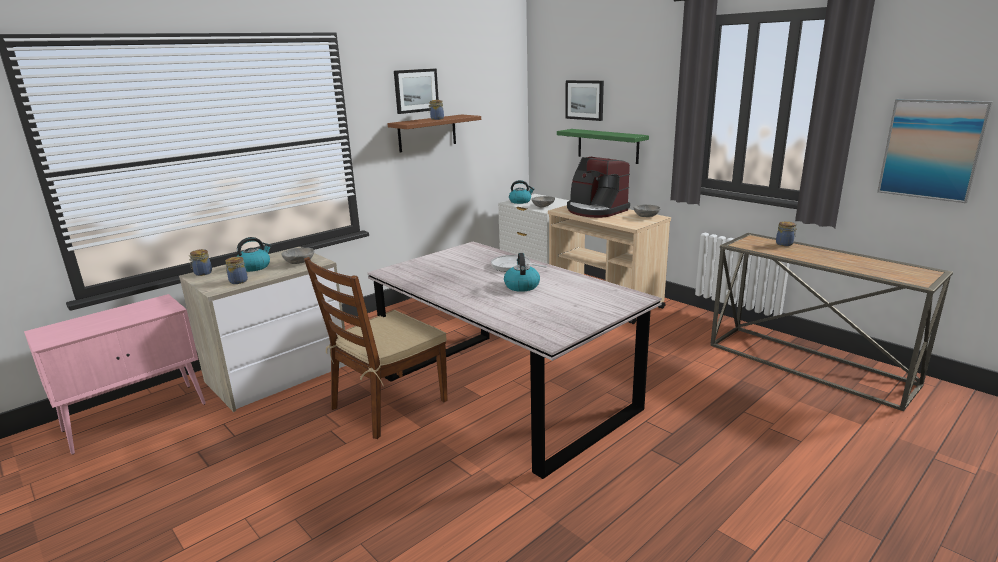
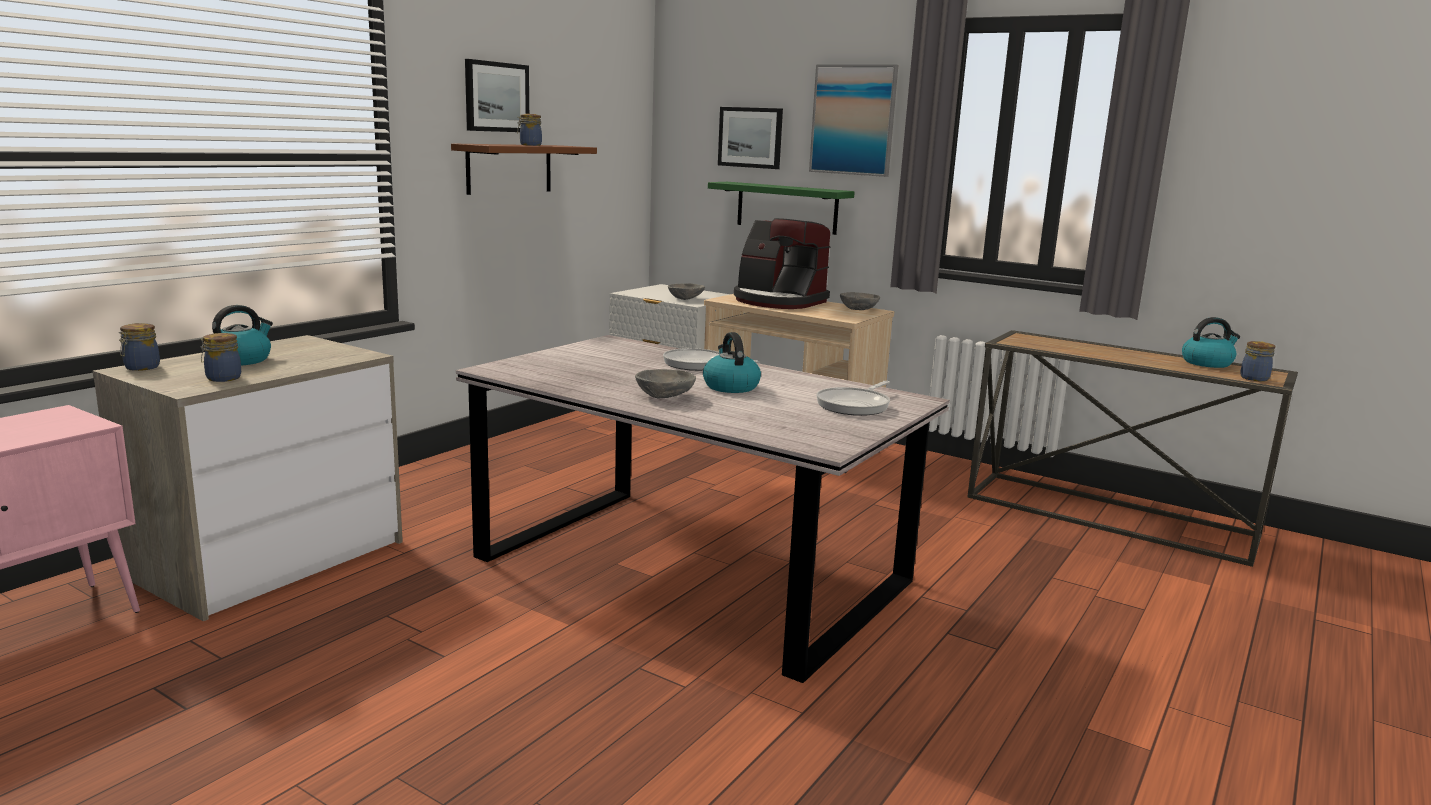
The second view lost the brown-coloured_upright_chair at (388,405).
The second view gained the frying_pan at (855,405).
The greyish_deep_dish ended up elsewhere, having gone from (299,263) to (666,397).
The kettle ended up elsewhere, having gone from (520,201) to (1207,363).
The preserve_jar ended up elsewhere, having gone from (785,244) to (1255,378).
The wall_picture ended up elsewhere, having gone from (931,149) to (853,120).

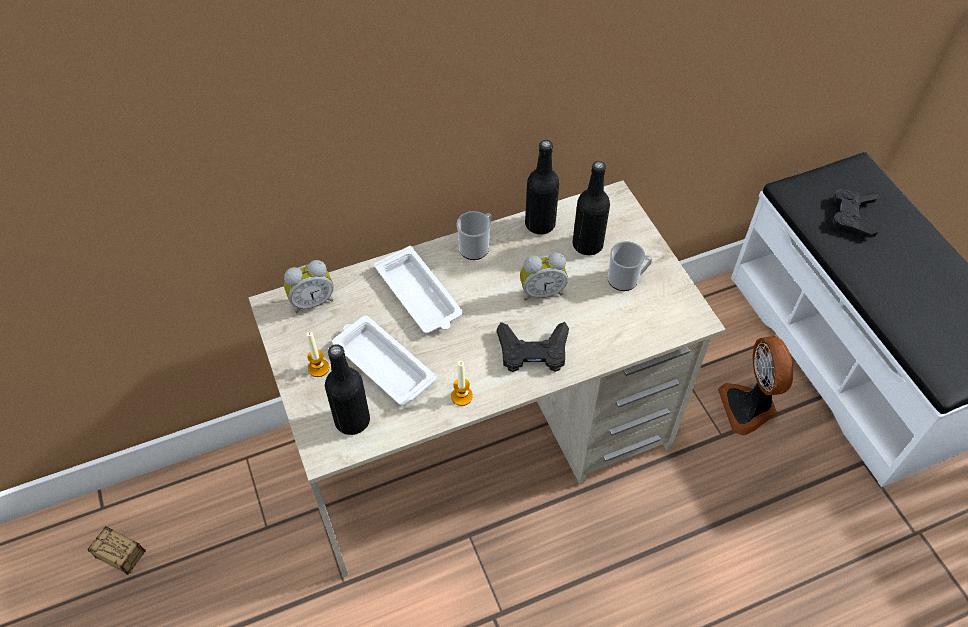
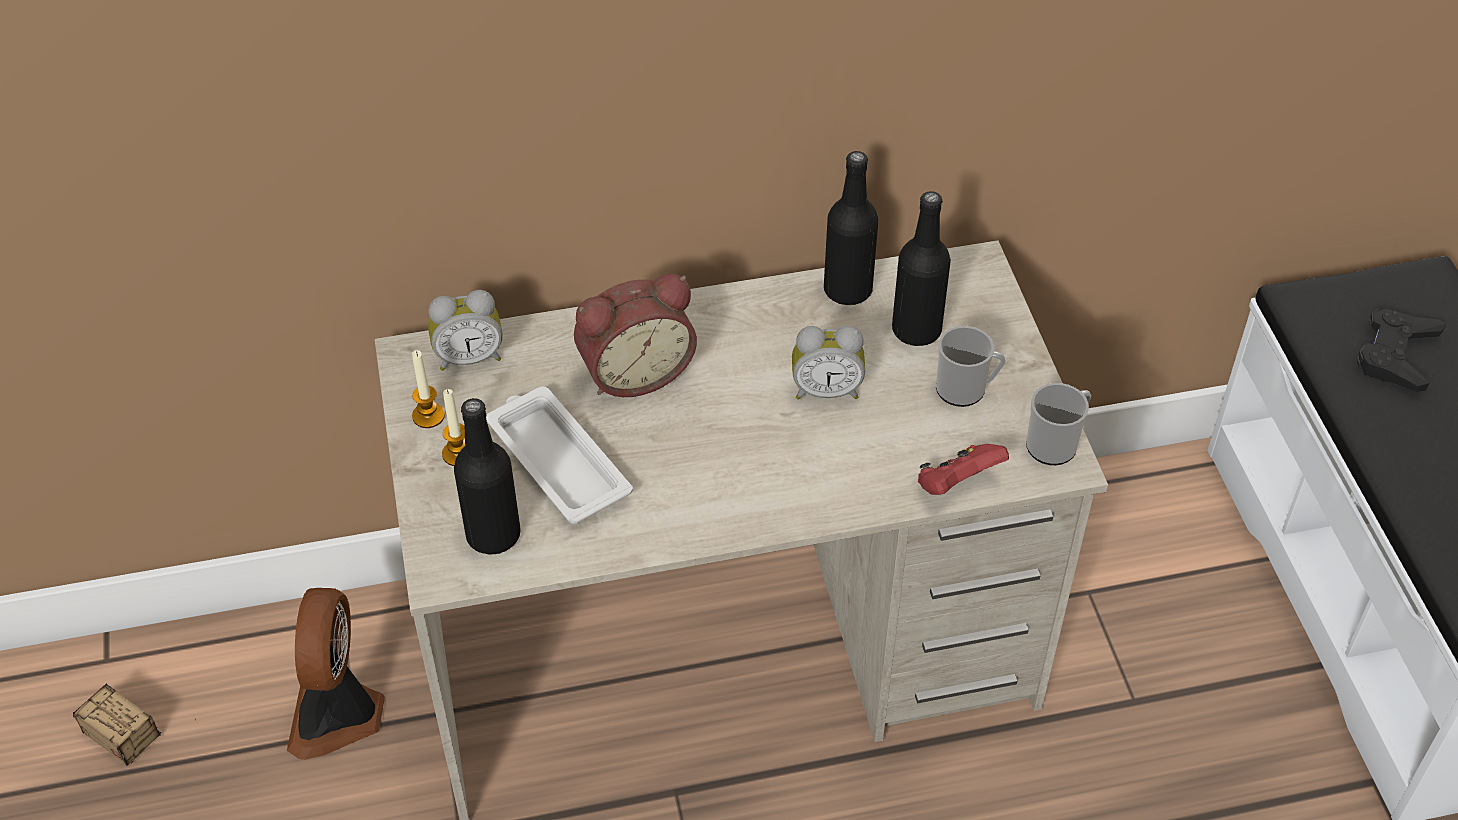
The second view lost the black_joypad at (533,351).
The second view gained the red-coloured_joypad at (957,484).
The wax_candle ended up elsewhere, having gone from (462,396) to (428,416).
The coffee_mug ended up elsewhere, having gone from (476,246) to (1056,443).
The cooling_fan ended up elsewhere, having gone from (749,407) to (339,714).
Where the white-coloured_tray stood at (419,296), the alarm_clock came to stand at (634,371).

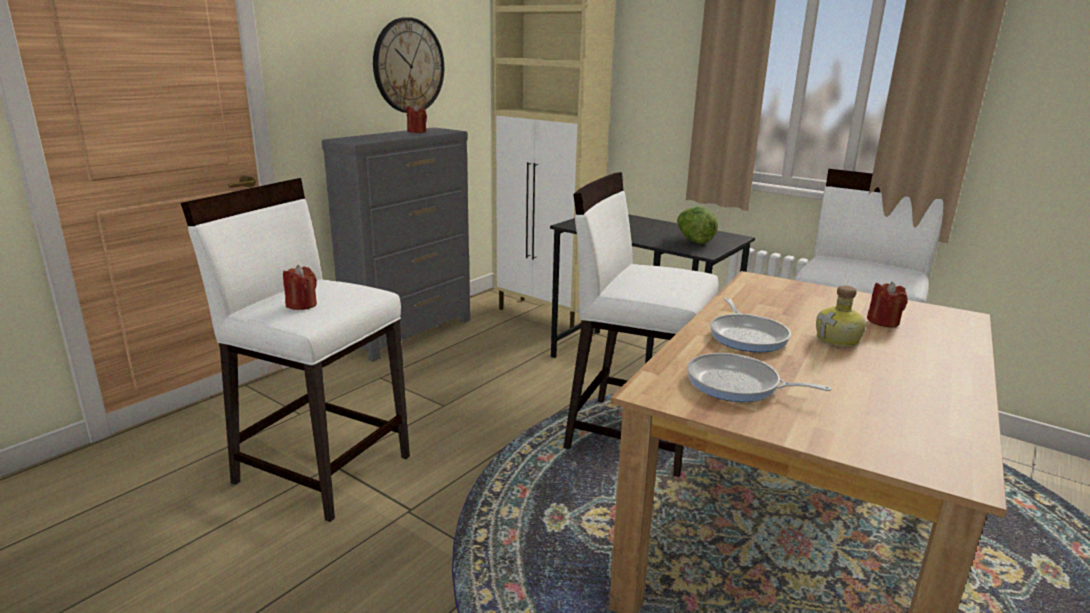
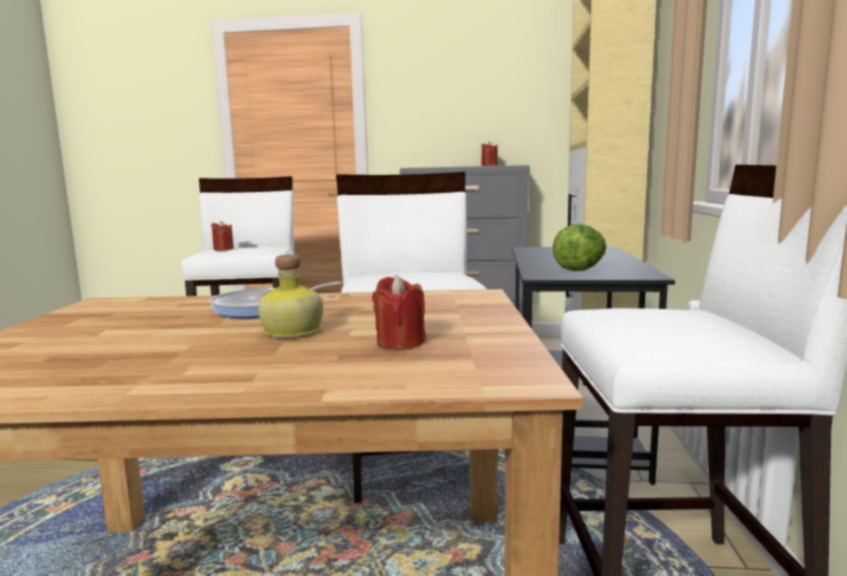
The second view lost the clock_on_the_wall at (408,66).
The second view lost the frying_pan at (737,385).

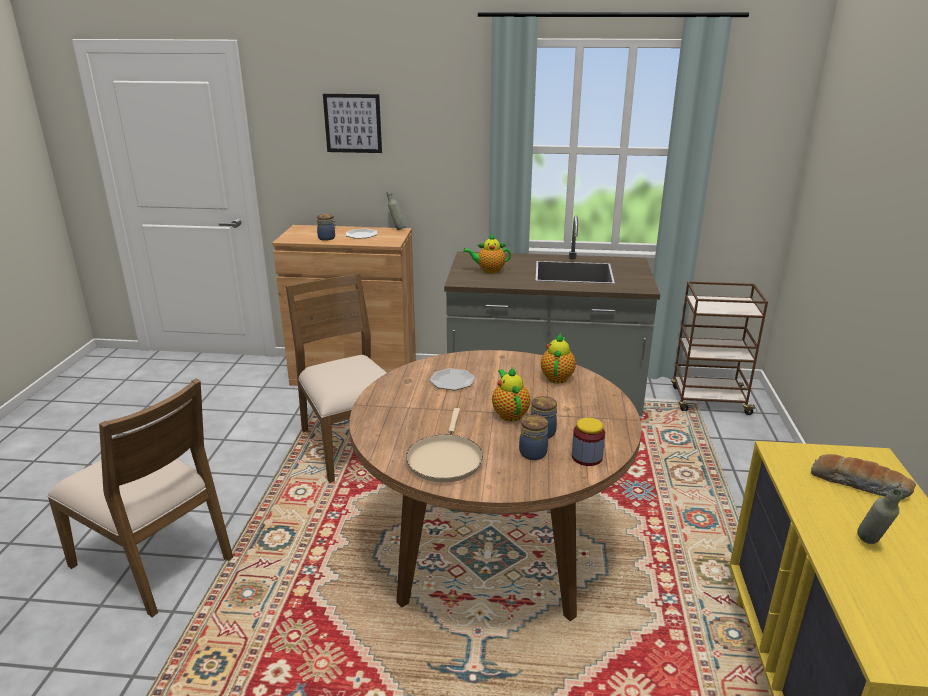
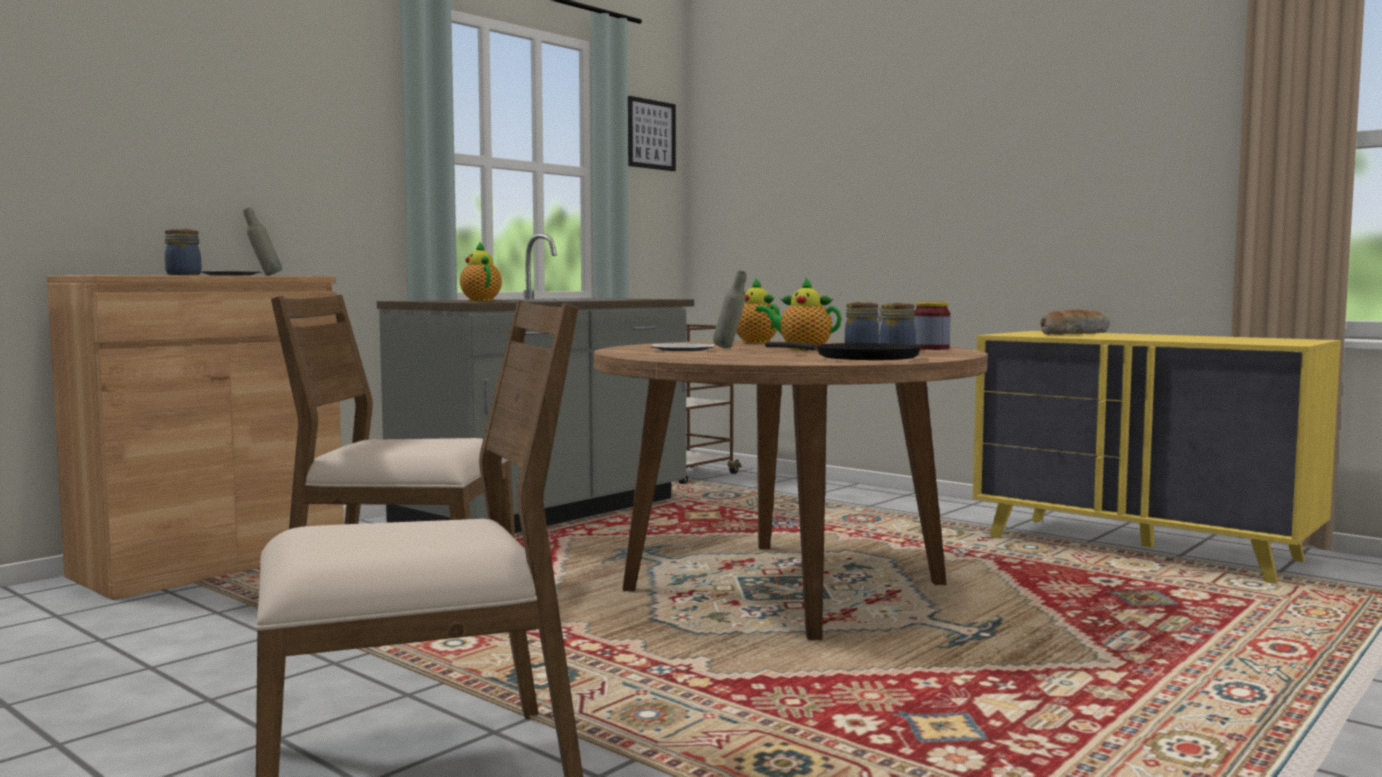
The wall_picture ended up elsewhere, having gone from (353,123) to (651,134).
The greyish_drink_bottle ended up elsewhere, having gone from (870,545) to (730,348).
What was the beige-coloured_frying_pan at (445,459) turned into the black_frying_pan at (860,358).
The tea_pot at (489,270) ended up facing another way, 120 degrees clockwise from before.

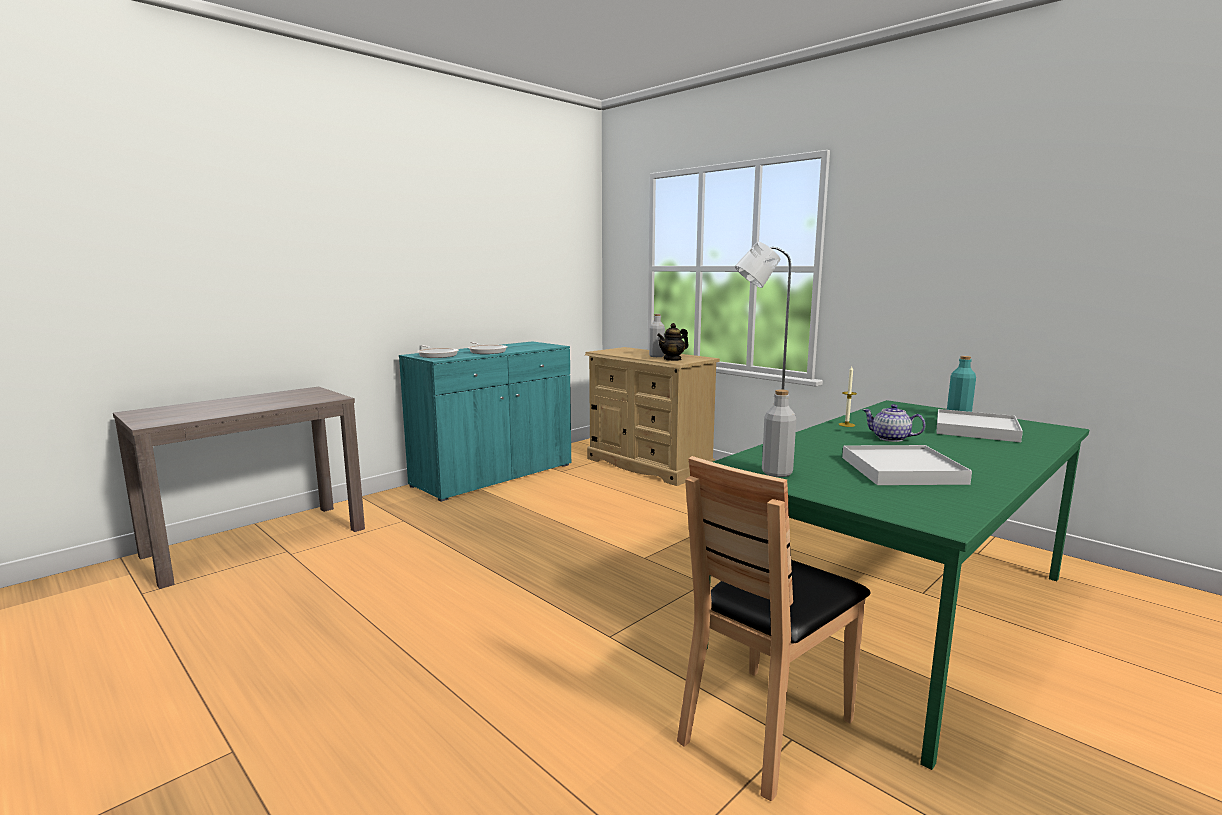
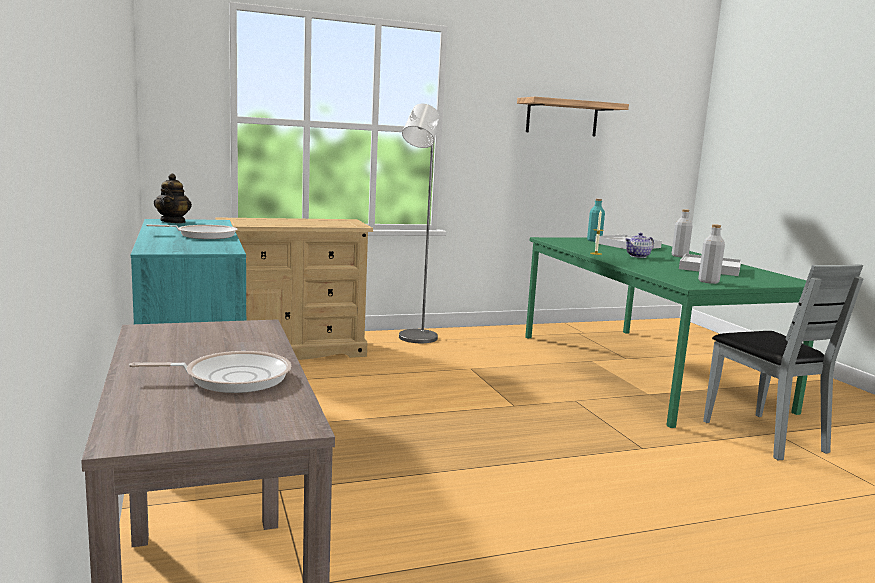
The second view gained the shelf at (562,118).
The frying_pan ended up elsewhere, having gone from (437,355) to (232,378).
The greyish_drink_bottle ended up elsewhere, having gone from (656,356) to (679,256).
The tea_pot ended up elsewhere, having gone from (672,359) to (173,221).
What was the brown-coloured_upright_chair at (765,728) turned into the greyish_upright_chair at (764,435).

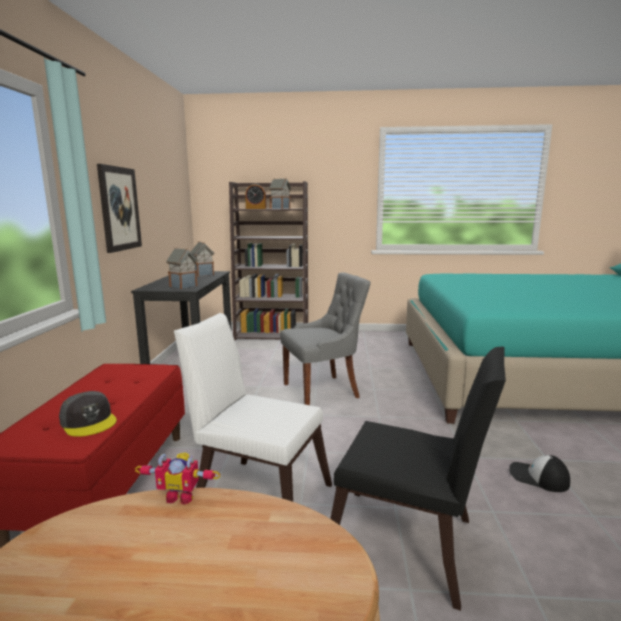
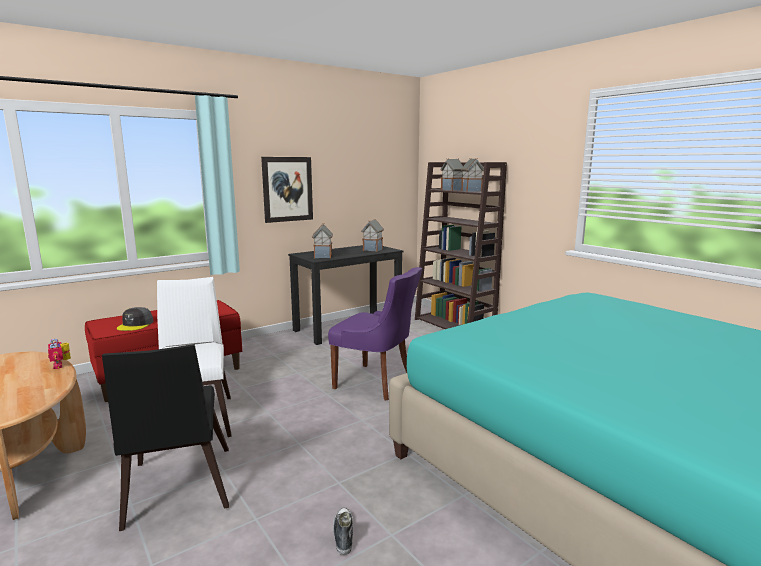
Where the alarm_clock stood at (256,208), the miniature_house came to stand at (452,190).
Where the peaked_cap stood at (538,477), the item_of_footwear came to stand at (343,534).
What was the greyish_upright_chair at (323,391) turned into the purple_upright_chair at (376,382).

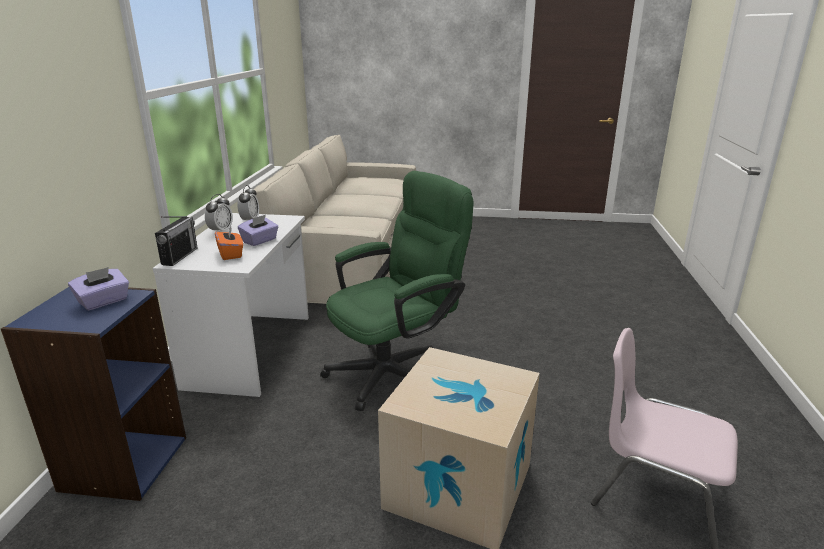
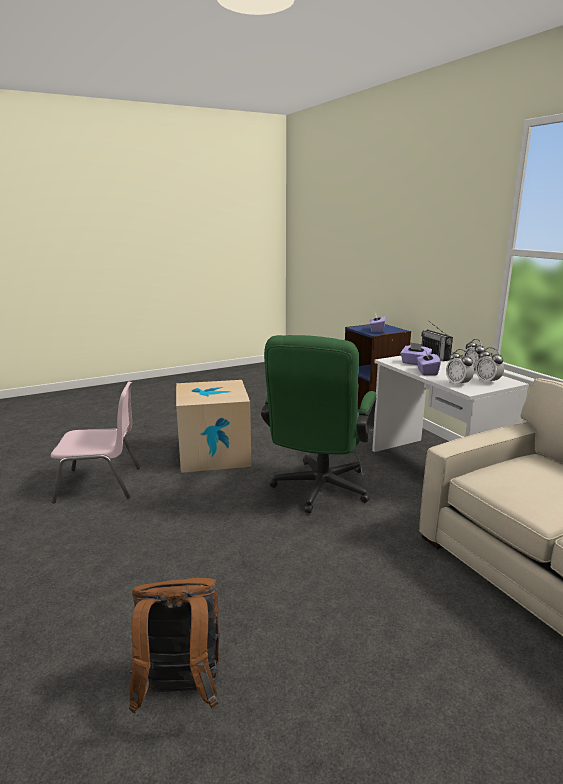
The second view gained the brown-coloured_backpack at (180,693).
The second view gained the alarm_clock at (458,384).
What was the orangey_box_of_tissues at (231,254) turned into the purple_box_of_tissues at (415,363).

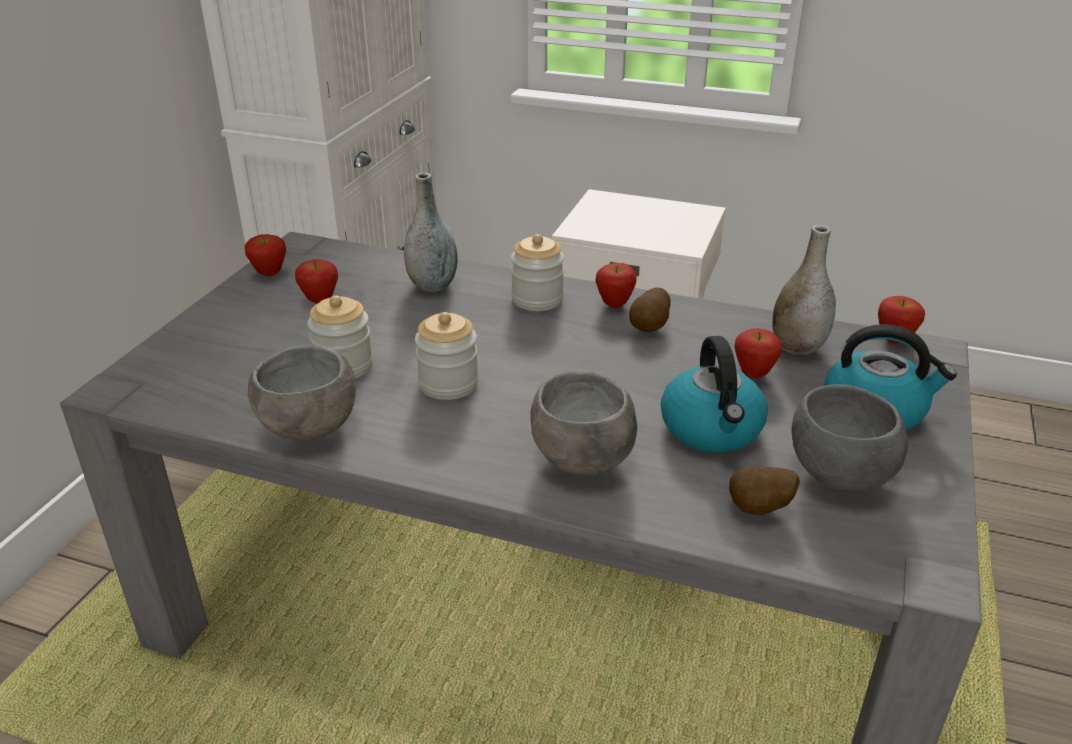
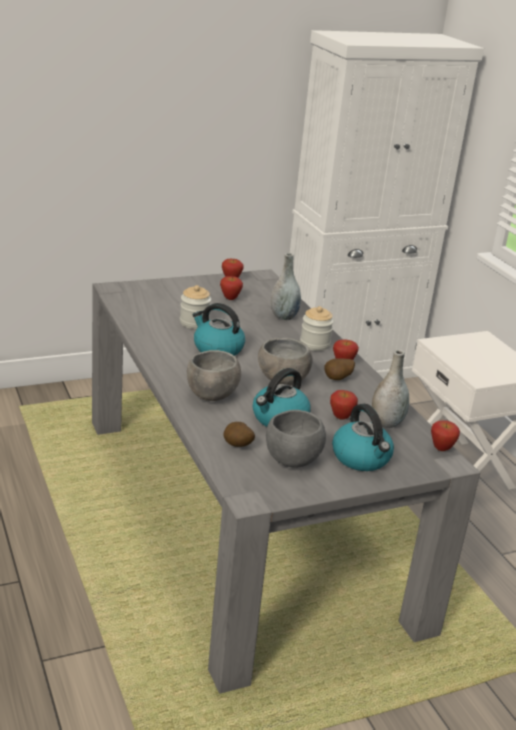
The greyish_deep_dish ended up elsewhere, having gone from (311,428) to (283,381).
Where the preserve_jar stood at (448,384), the kettle came to stand at (217,349).

